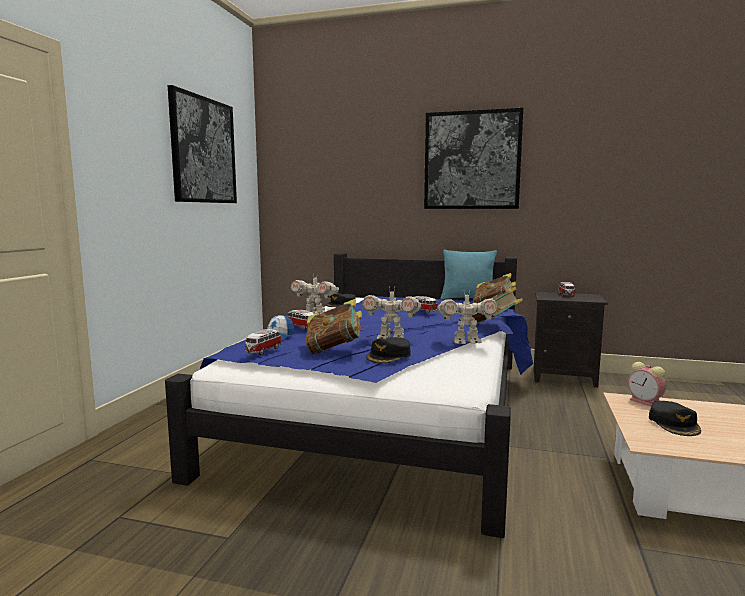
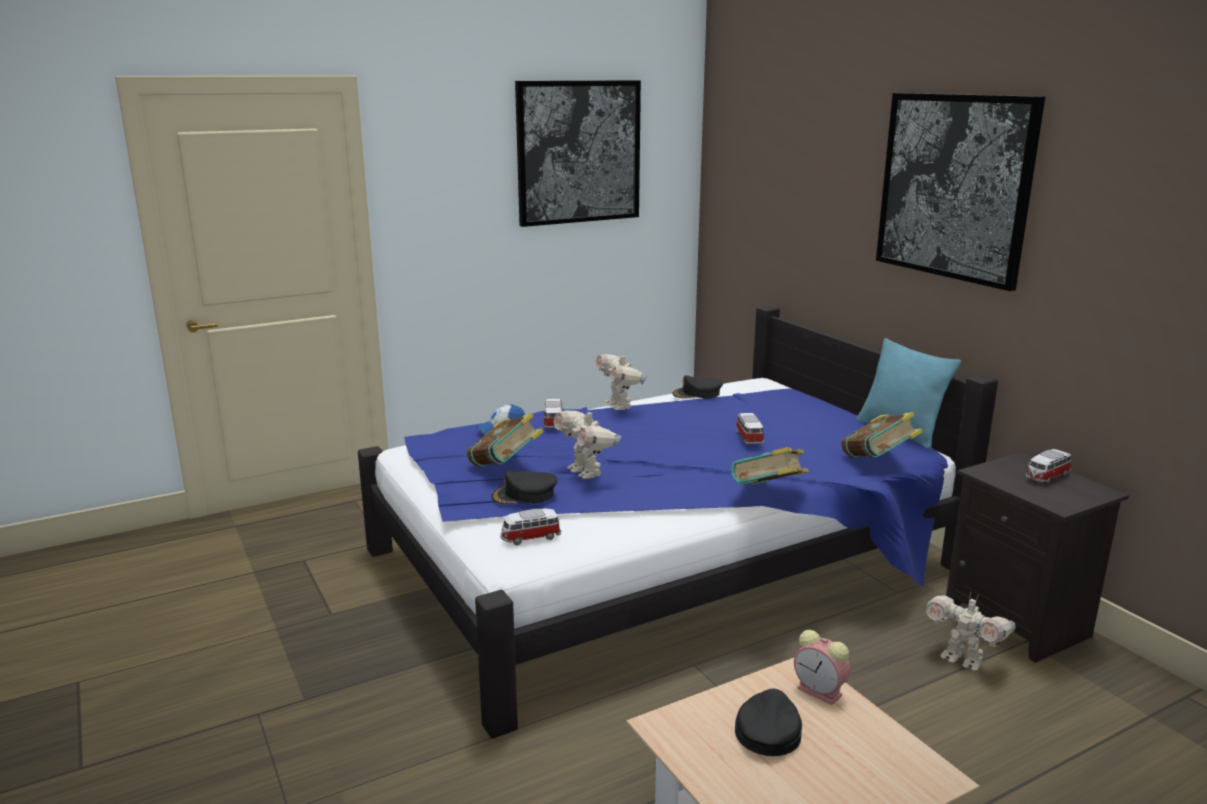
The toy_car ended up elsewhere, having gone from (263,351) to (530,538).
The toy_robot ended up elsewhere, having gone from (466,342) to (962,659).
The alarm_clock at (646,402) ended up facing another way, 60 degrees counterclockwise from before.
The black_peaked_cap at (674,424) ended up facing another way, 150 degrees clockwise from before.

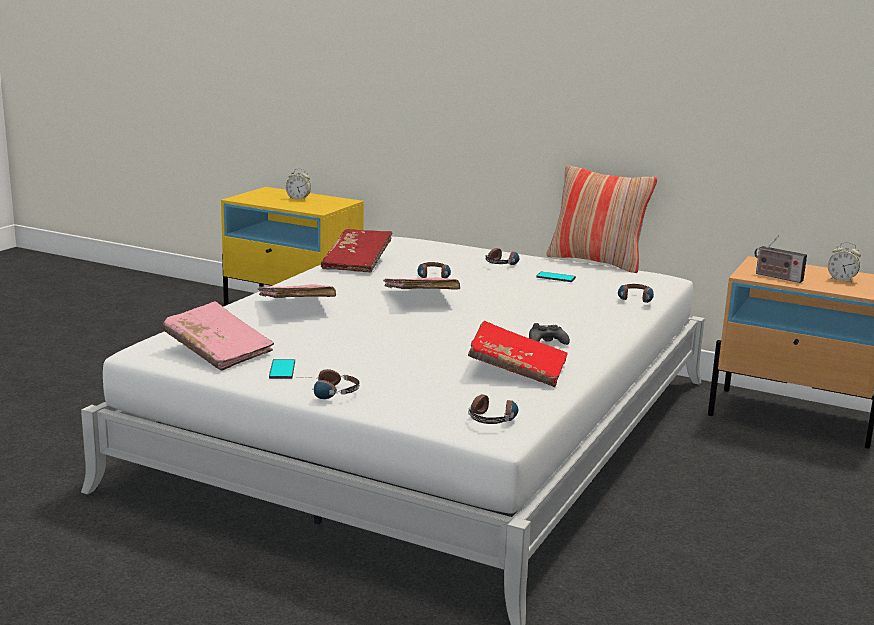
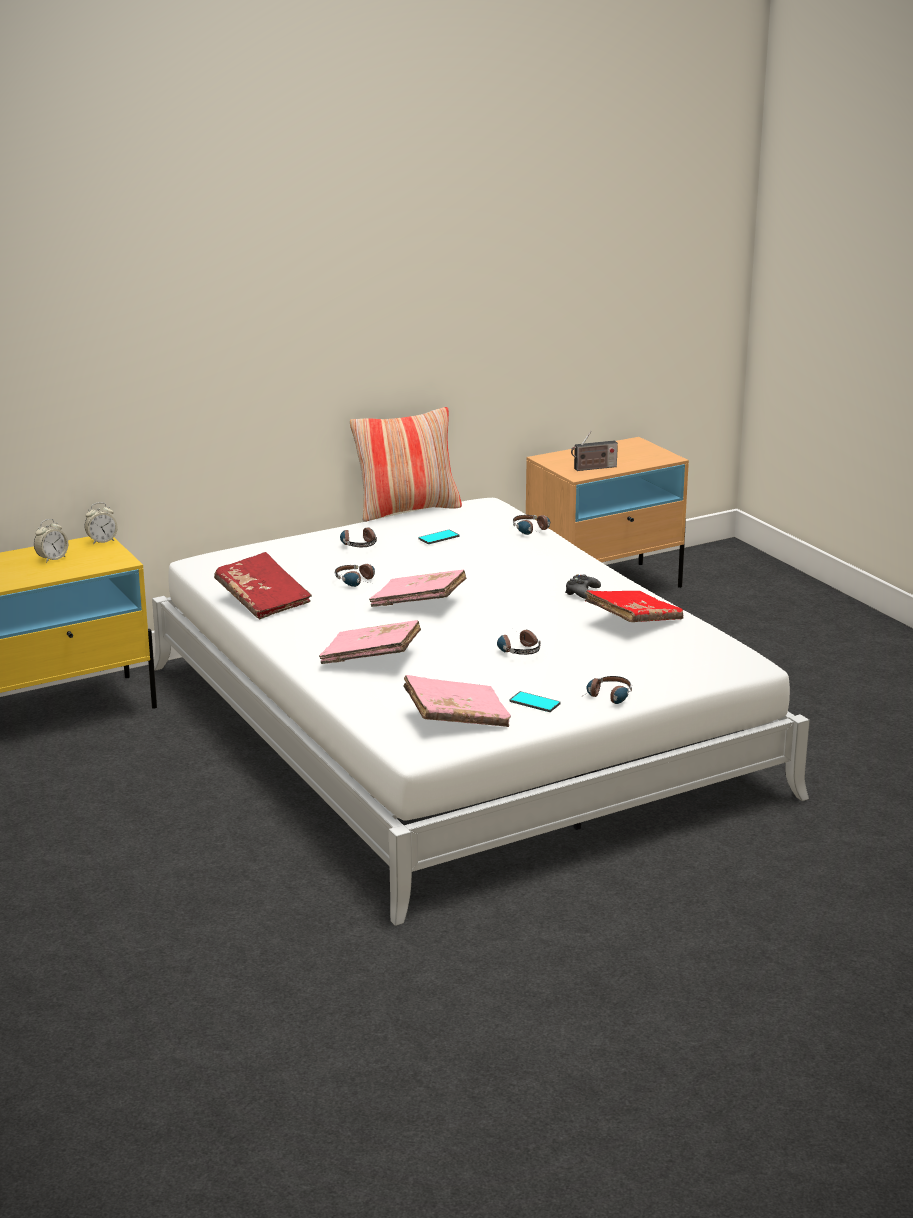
The headphones ended up elsewhere, having gone from (494,417) to (516,648).
The alarm_clock ended up elsewhere, having gone from (841,280) to (102,541).

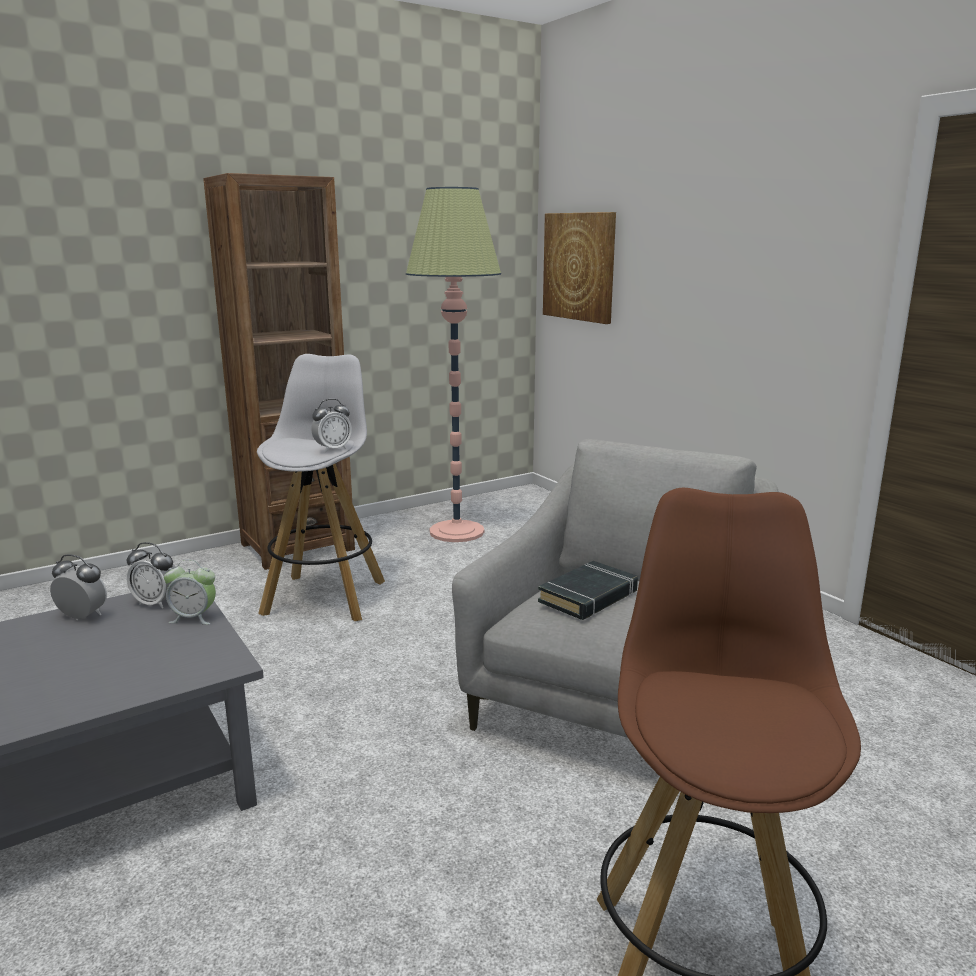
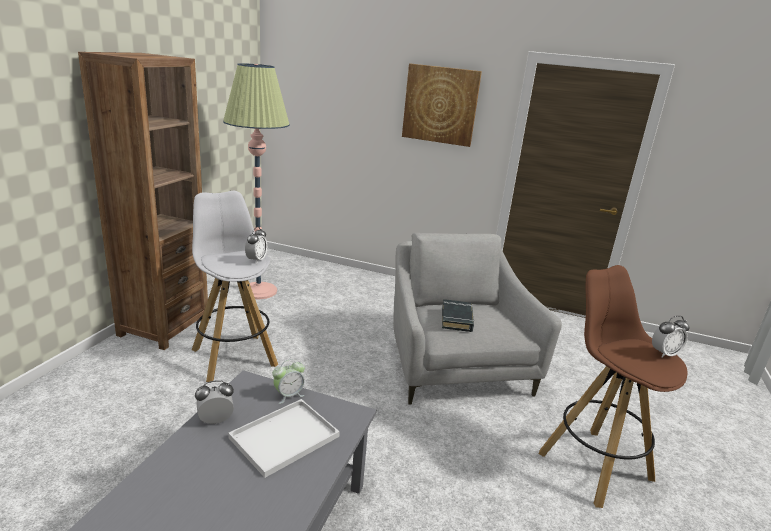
The second view gained the white-coloured_tray at (285,436).
The alarm_clock ended up elsewhere, having gone from (156,603) to (664,354).
The wall_picture ended up elsewhere, having gone from (579,266) to (440,105).

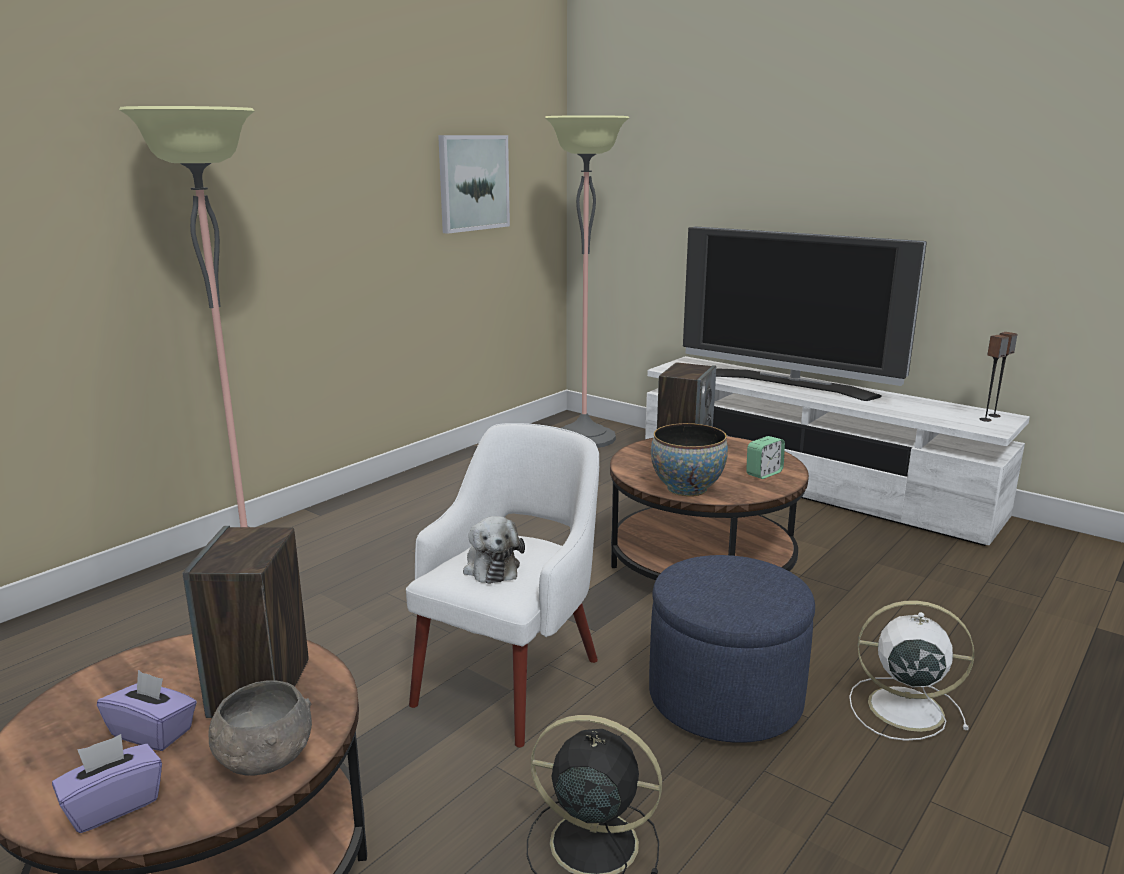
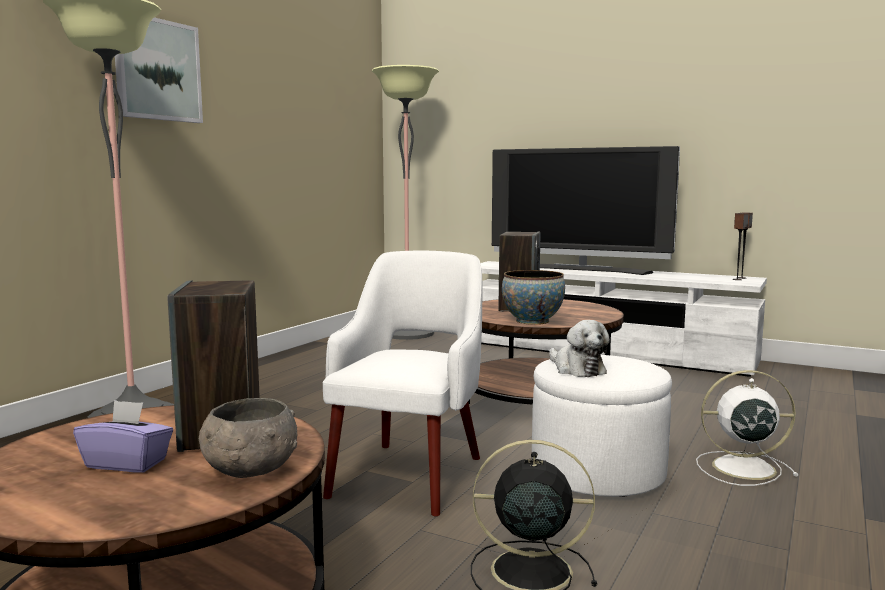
The second view lost the purple_box_of_tissues at (113,805).
The second view lost the alarm_clock at (764,473).
The wall_picture ended up elsewhere, having gone from (473,183) to (157,70).
The soft_toy ended up elsewhere, having gone from (491,567) to (577,369).
What was the bluish_pouffe at (725,697) turned into the white-coloured_pouffe at (597,472).

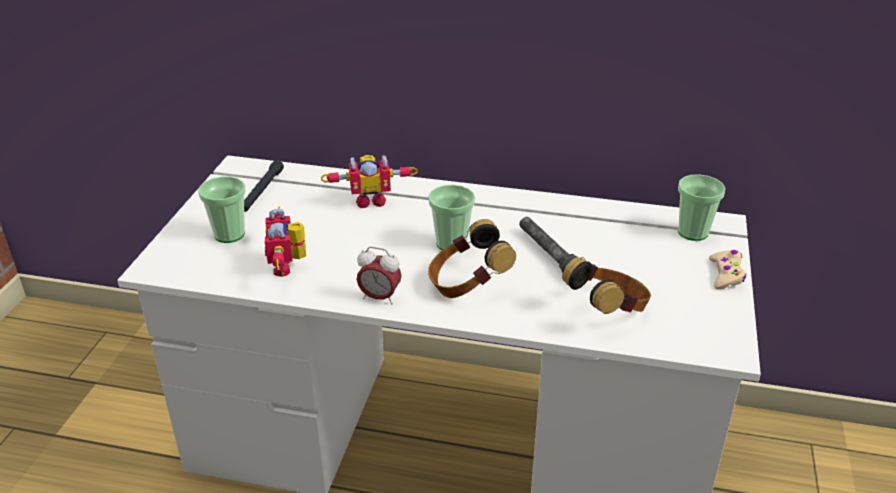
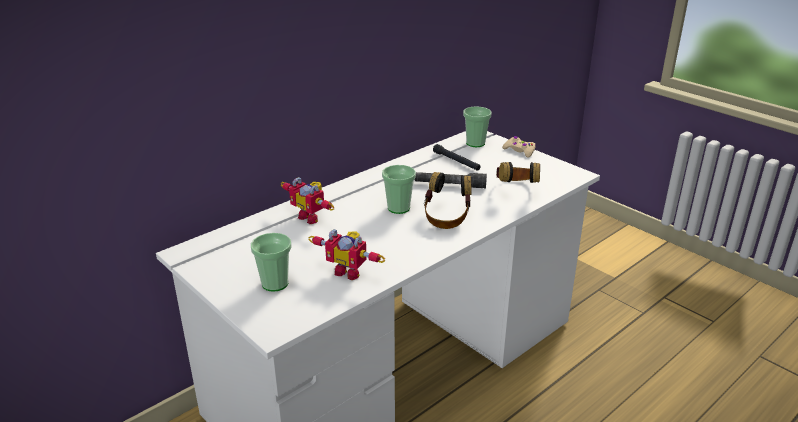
The second view lost the alarm_clock at (379,297).
The black_hand_torch ended up elsewhere, having gone from (262,191) to (456,161).
The toy_robot at (370,200) ended up facing another way, 105 degrees clockwise from before.

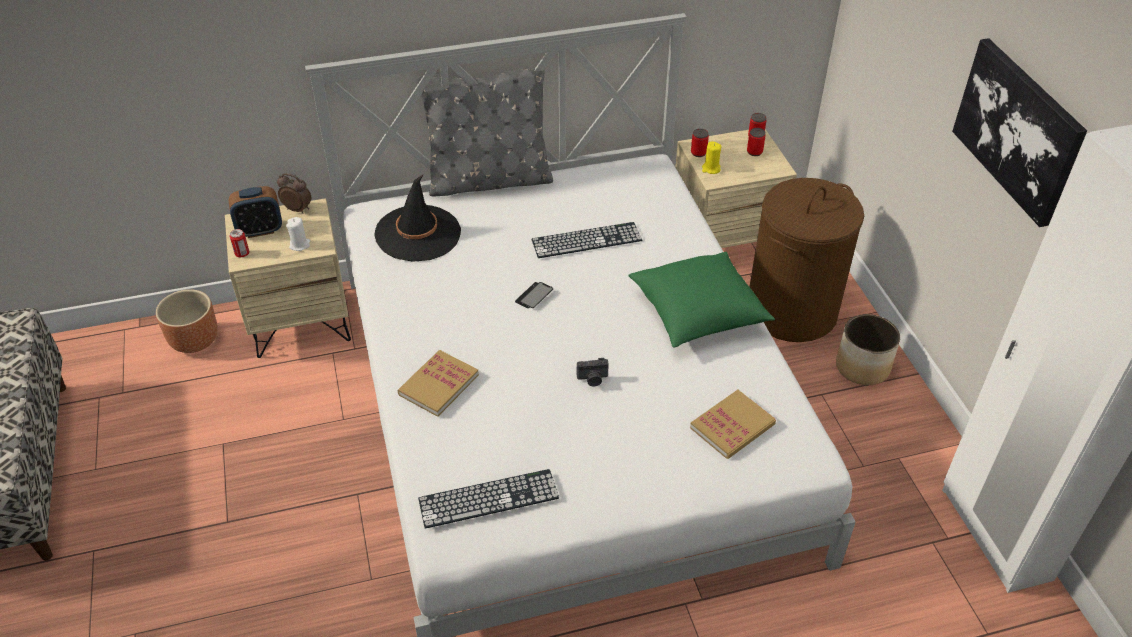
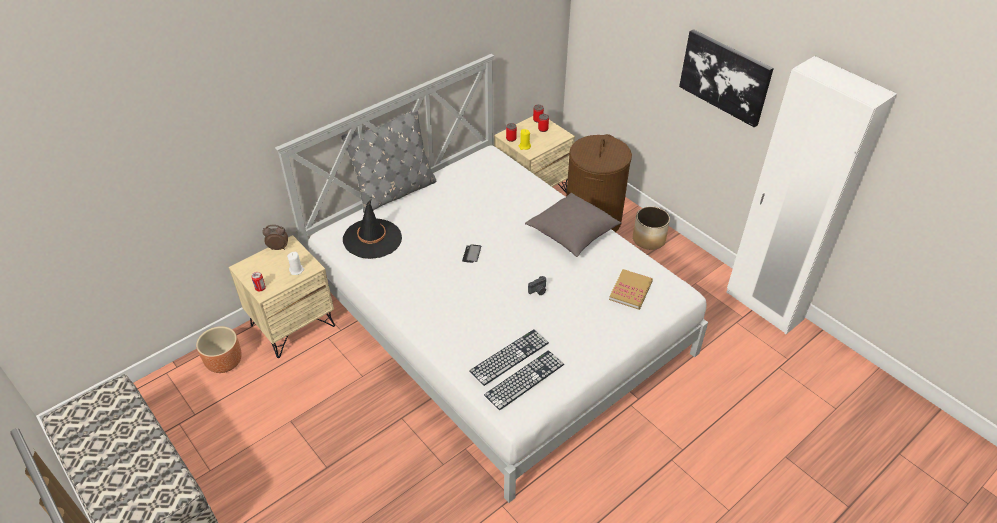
The second view lost the alarm_clock at (260,230).
The second view lost the volume at (438,385).
The keyboard ended up elsewhere, having gone from (586,240) to (509,357).
What was the greenish_throw_pillow at (698,314) turned into the greyish_throw_pillow at (572,234).

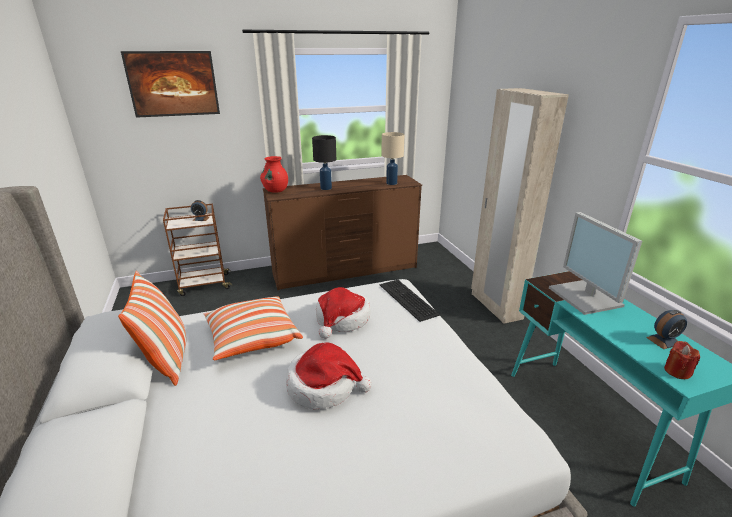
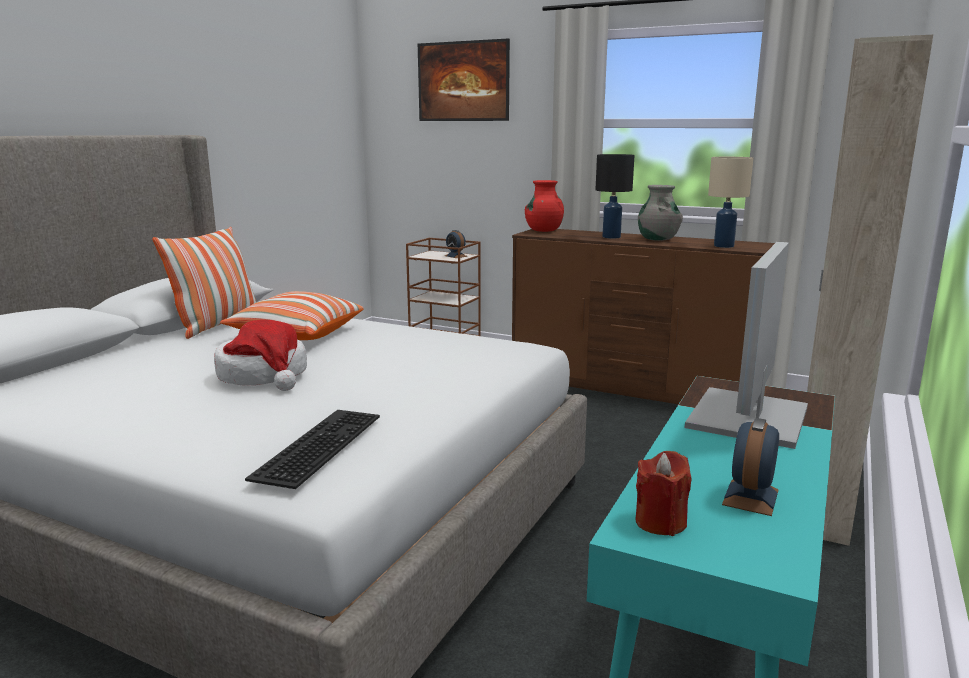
The second view lost the hat at (342,319).
The second view gained the greyish_flower_vase at (657,239).
The keyboard ended up elsewhere, having gone from (406,299) to (317,444).
The alarm_clock at (664,341) ended up facing another way, 90 degrees clockwise from before.

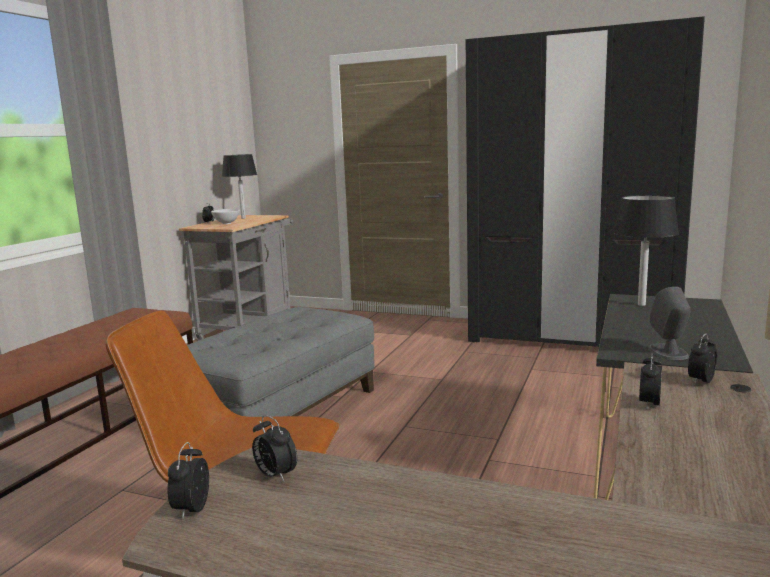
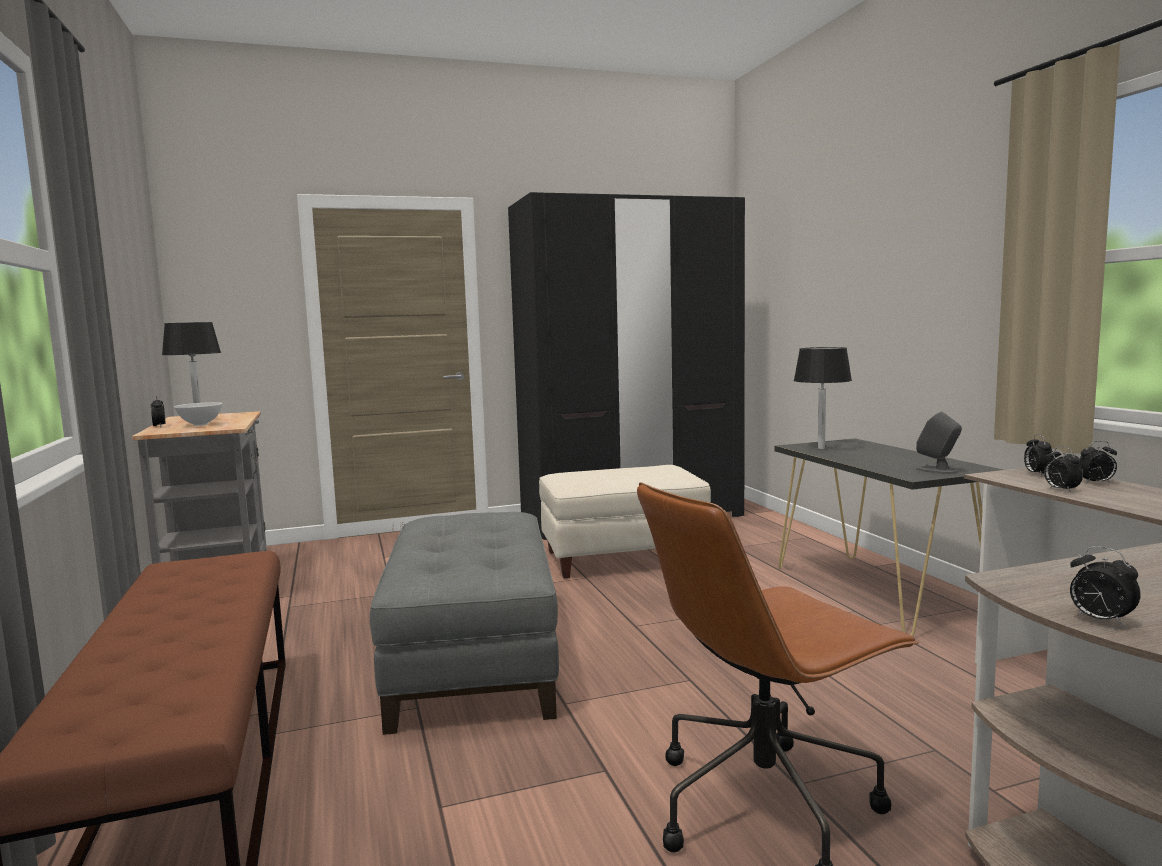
The second view gained the beige-coloured_pouffe at (623,558).
The alarm_clock ended up elsewhere, having gone from (275,475) to (1096,483).

